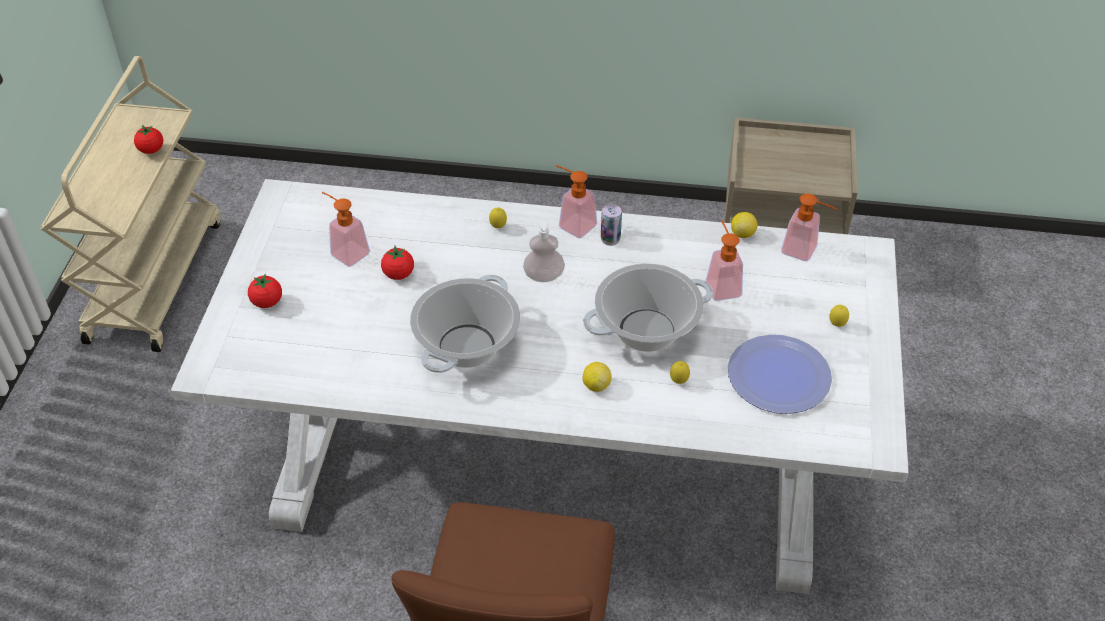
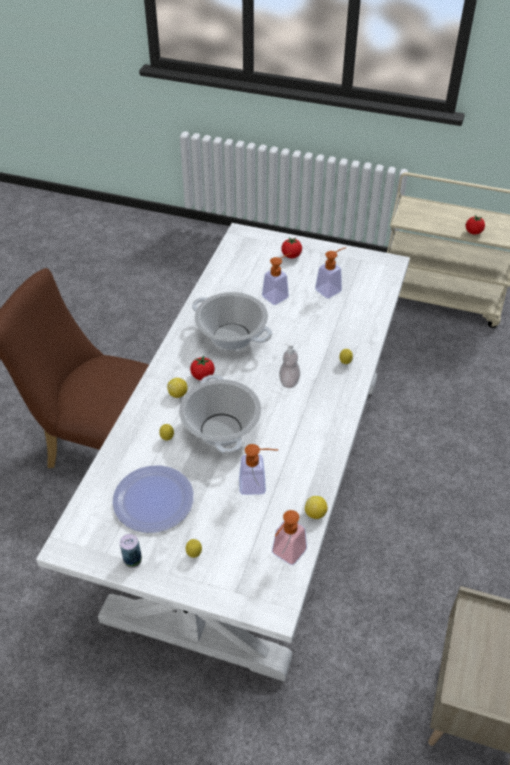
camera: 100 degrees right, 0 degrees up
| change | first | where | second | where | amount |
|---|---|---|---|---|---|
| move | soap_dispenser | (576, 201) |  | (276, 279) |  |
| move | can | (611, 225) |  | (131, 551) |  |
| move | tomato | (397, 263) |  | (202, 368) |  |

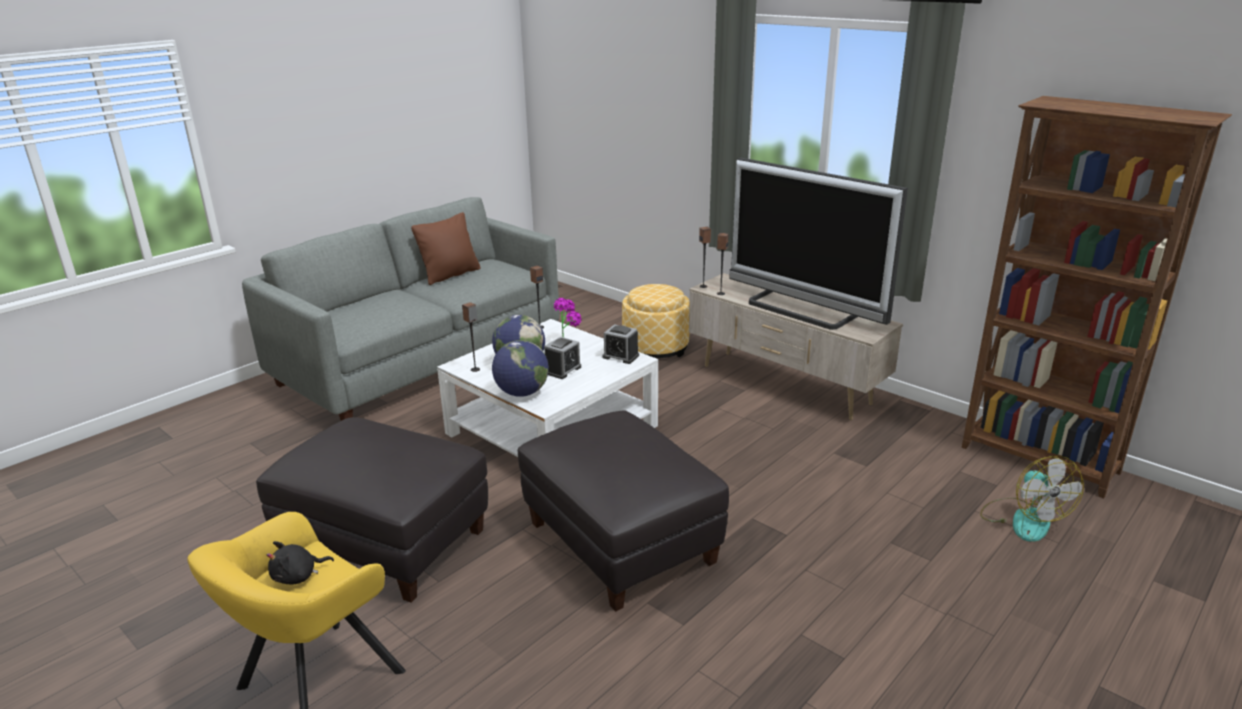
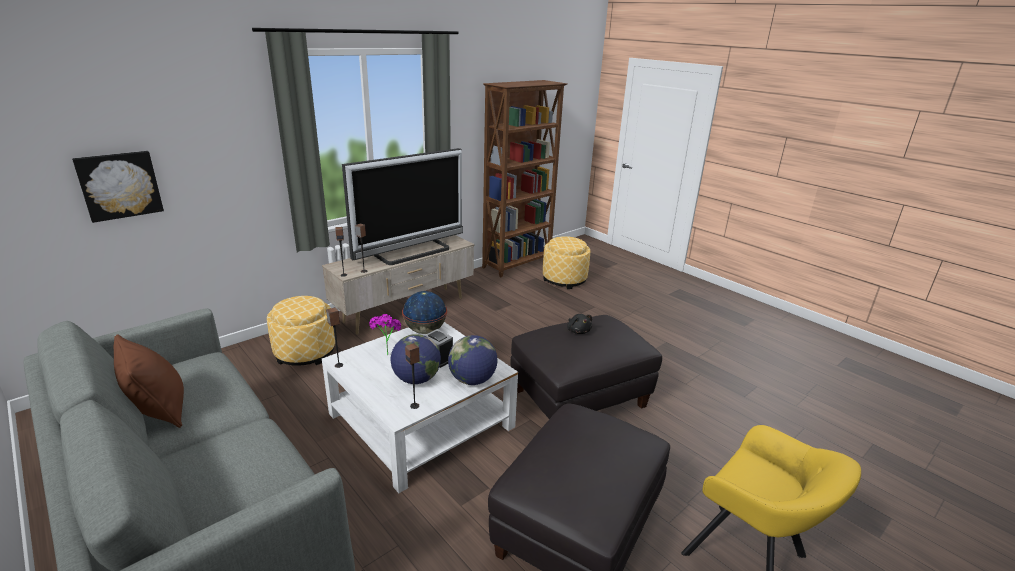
camera: 85 degrees left, 0 degrees up
| change | first | where | second | where | amount |
|---|---|---|---|---|---|
| replace | alarm_clock | (621, 344) | globe | (424, 312) |  |
| replace | fan | (1032, 499) | ottoman | (566, 262) |  |
| move | black_plush_toy | (300, 562) |  | (579, 324) |  |
| insert |  |  | picture | (118, 187) |  |

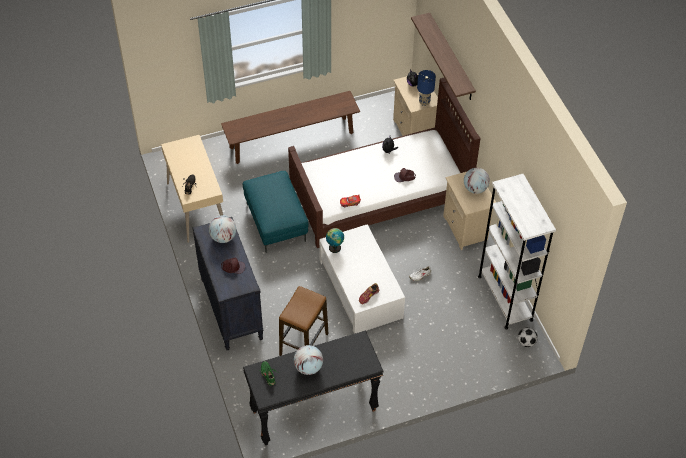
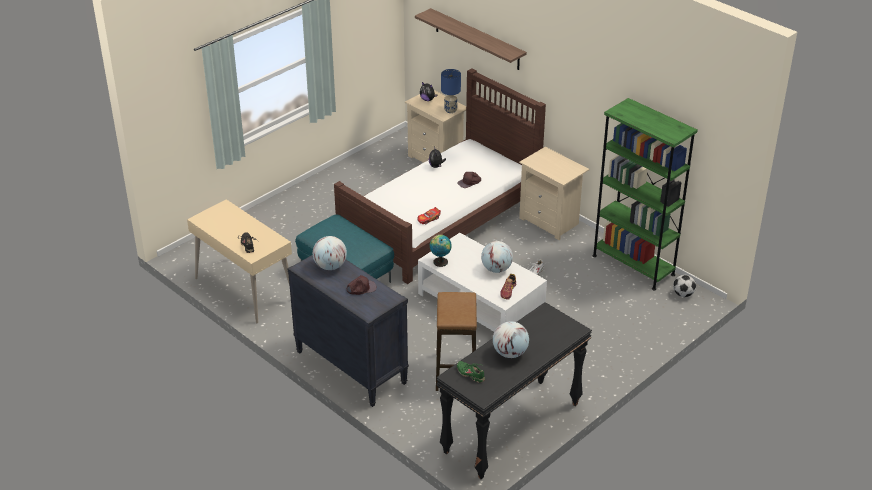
camera: 25 degrees left, 15 degrees down
| change | first | where | second | where | amount |
|---|---|---|---|---|---|
| delete | brown_bench | (290, 127) |  |  |  |
| move | globe | (477, 181) |  | (497, 257) |  |
| recolor | white_bookcase | (517, 251) | green_bookcase | (645, 194) |  |

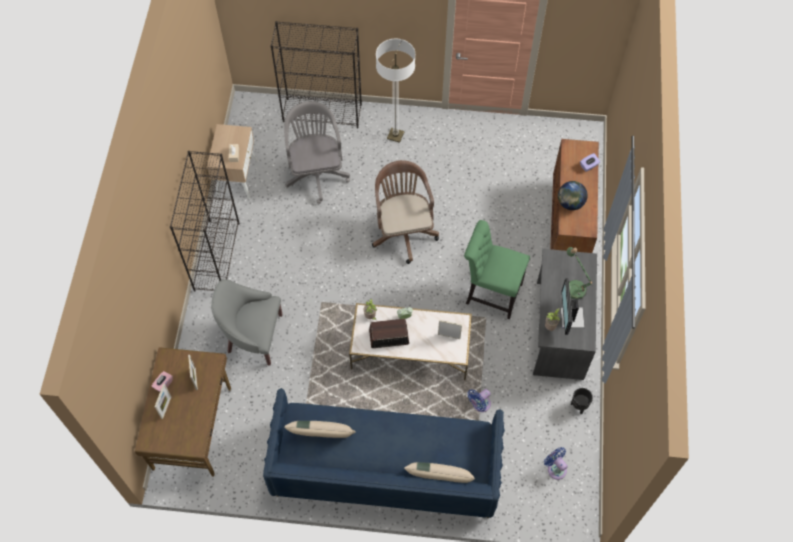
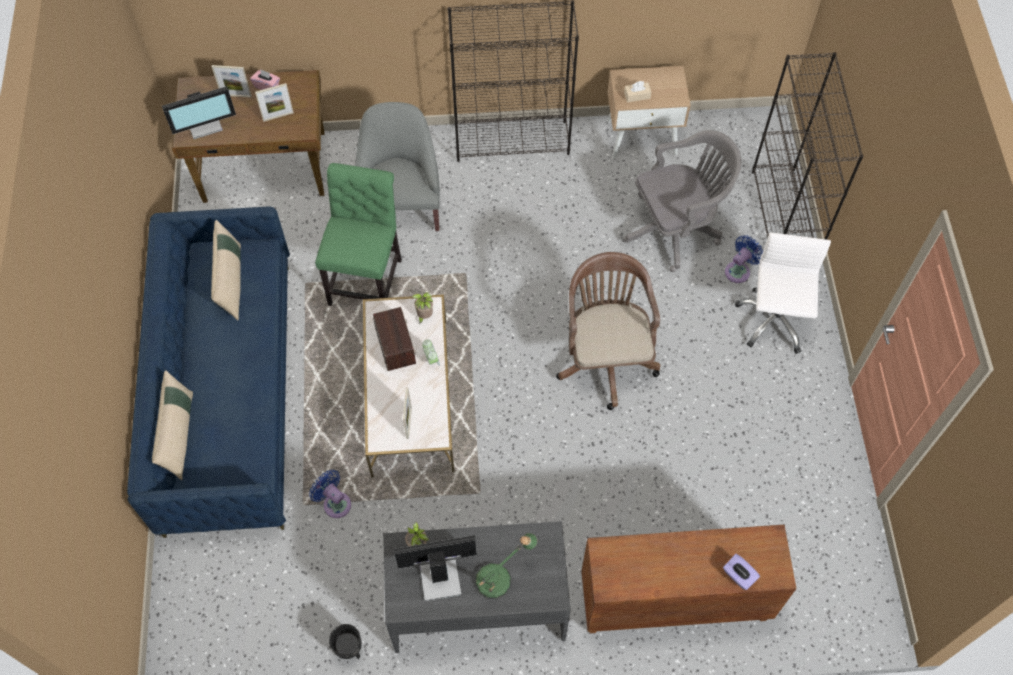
camera: 80 degrees right, 0 degrees up
| change | first | where | second | where | amount |
|---|---|---|---|---|---|
| replace | floor_lamp | (395, 91) | white_office_chair | (783, 293) |  |
| rotate | brown_office_chair | (405, 212) |  | (608, 331) | 75 degrees counterclockwise |
| delete | globe | (572, 195) |  |  |  |
| move | green_chair | (497, 269) |  | (358, 234) |  |
| move | blue_fan | (556, 463) |  | (744, 259) |  |
| insert |  |  | monitor | (199, 112) |  |

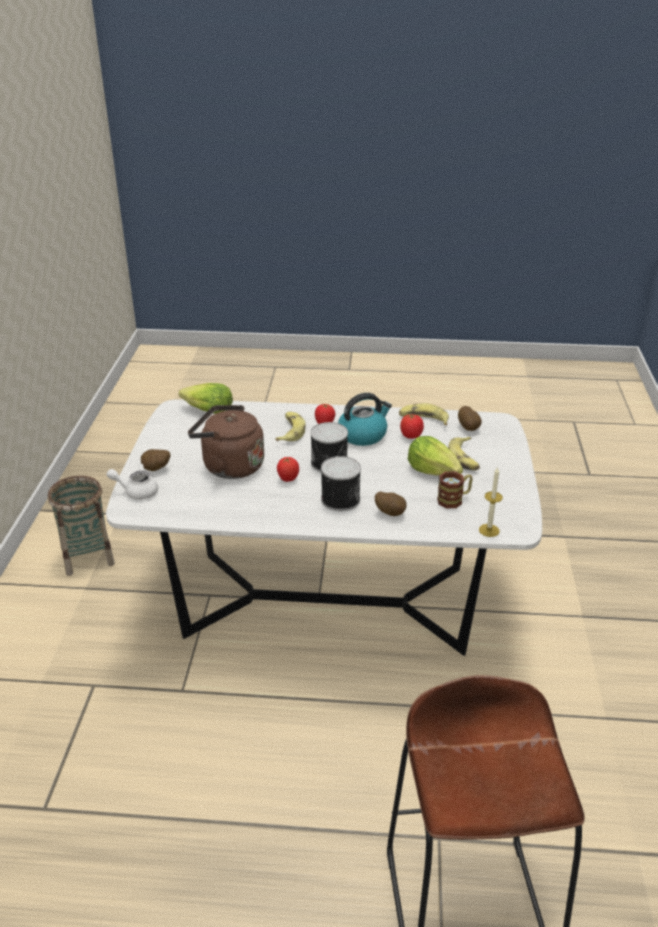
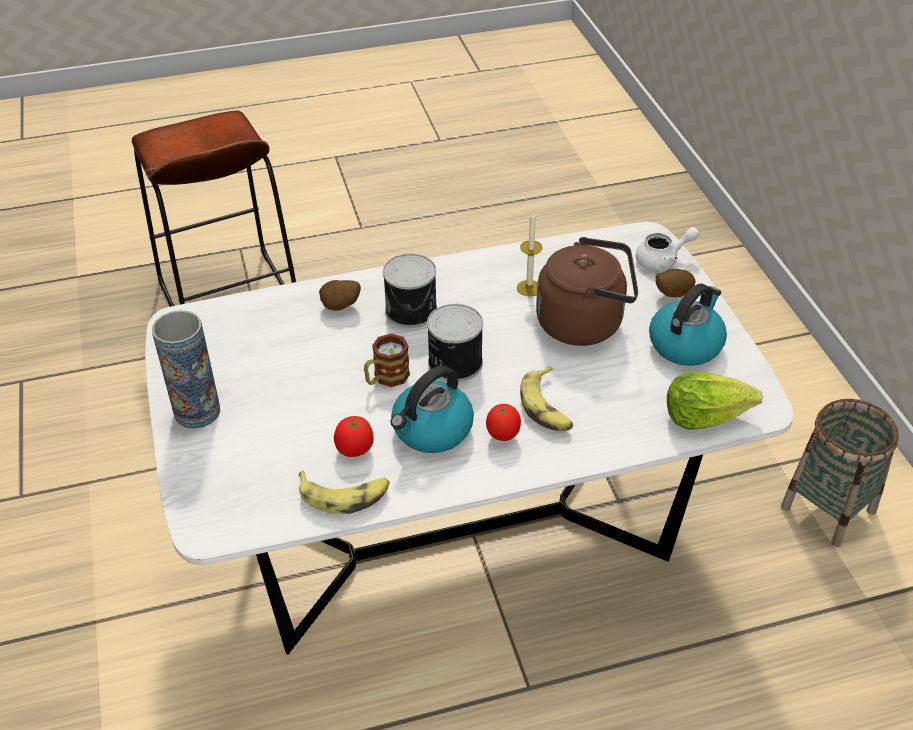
camera: 160 degrees right, 10 degrees up
| change | first | where | second | where | amount |
|---|---|---|---|---|---|
| delete | potato | (470, 418) |  |  |  |
| delete | lettuce | (435, 456) |  |  |  |
| delete | banana | (464, 453) |  |  |  |
| delete | tomato | (288, 469) |  |  |  |
| move | candle | (491, 502) |  | (530, 254) |  |
| move | mug | (455, 489) |  | (387, 360) |  |
| insert |  |  | kettle | (688, 324) |  |
| insert |  |  | vase | (186, 369) |  |

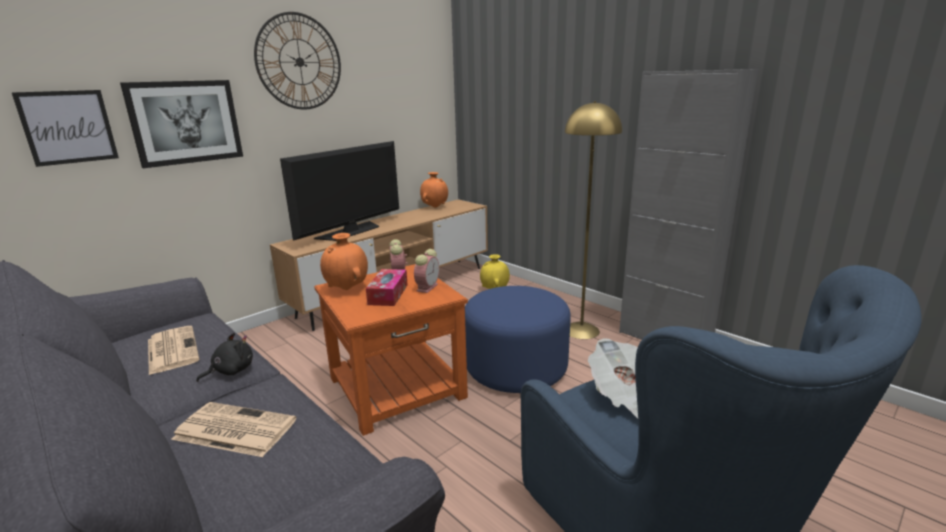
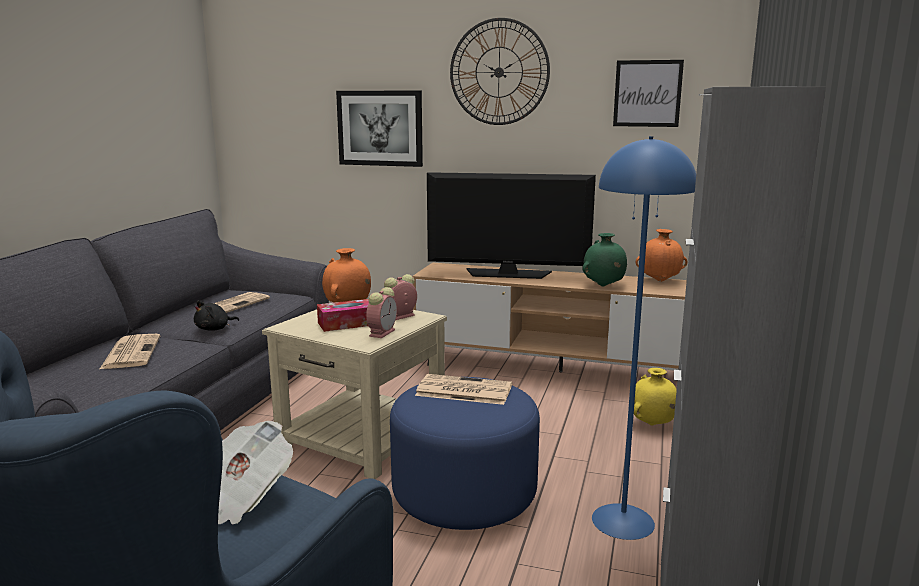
camera: 60 degrees right, 5 degrees down
| change | first | where | second | where | amount |
|---|---|---|---|---|---|
| move | picture | (65, 128) |  | (648, 93) |  |
| recolor | yellow_floor_lamp | (593, 220) | blue_floor_lamp | (644, 338) |  |
| rotate | alarm_clock | (426, 271) |  | (381, 312) | 60 degrees counterclockwise |
| recolor | orange_side_table | (391, 350) | beige_side_table | (354, 394) |  |
| rotate | black_plush_toy | (224, 357) |  | (216, 316) | 120 degrees clockwise |
| insert |  |  | green_vase | (605, 260) |  |
| insert |  |  | newspaper | (463, 389) |  |

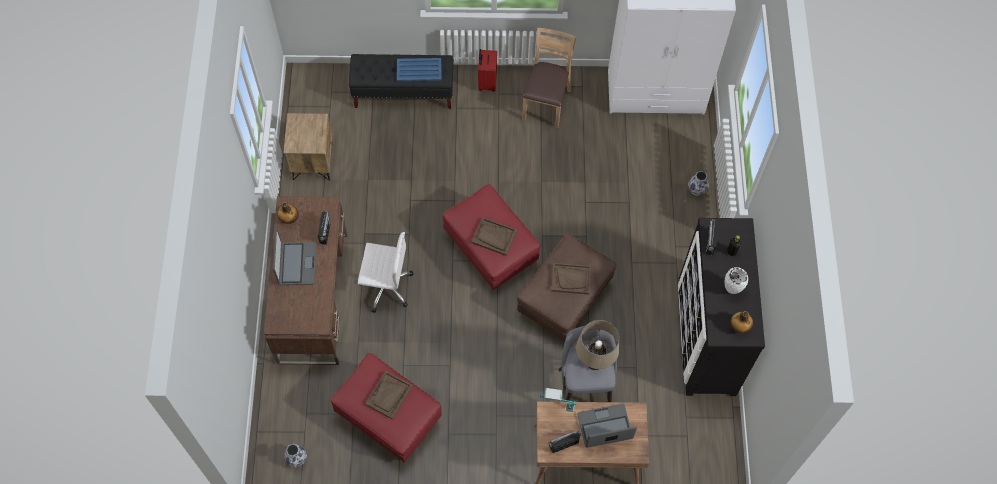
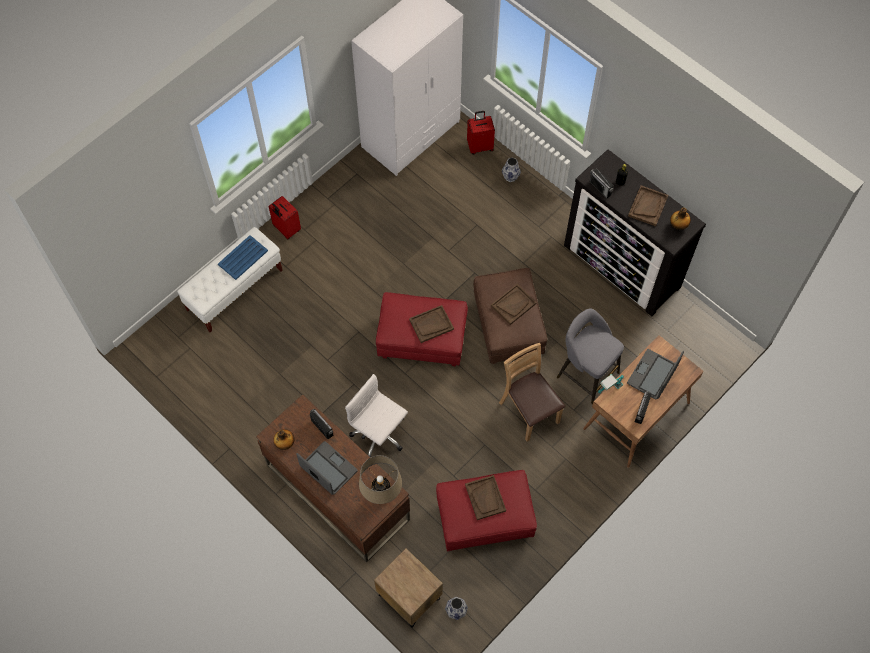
camera: 45 degrees left, 0 degrees up
| change | first | where | second | where | amount |
|---|---|---|---|---|---|
| move | brown_chair | (549, 78) |  | (532, 392) |  |
| recolor | black_bench | (401, 81) | white_bench | (230, 279) |  |
| move | brown_nightstand | (308, 146) |  | (408, 588) |  |
| rotate | white_office_chair | (385, 272) |  | (376, 415) | 105 degrees counterclockwise |
| replace | white_vase | (736, 280) | brown_tray | (648, 205) |  |
| move | beige_table_lamp | (597, 345) |  | (380, 479) |  |
| insert |  |  | red_suitcase | (481, 132) |  |

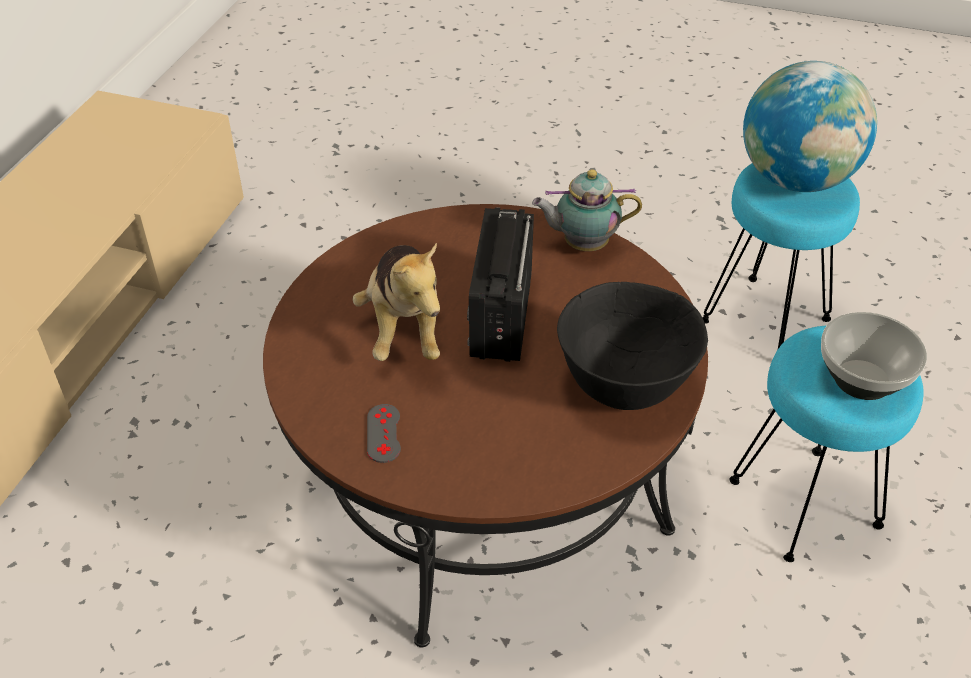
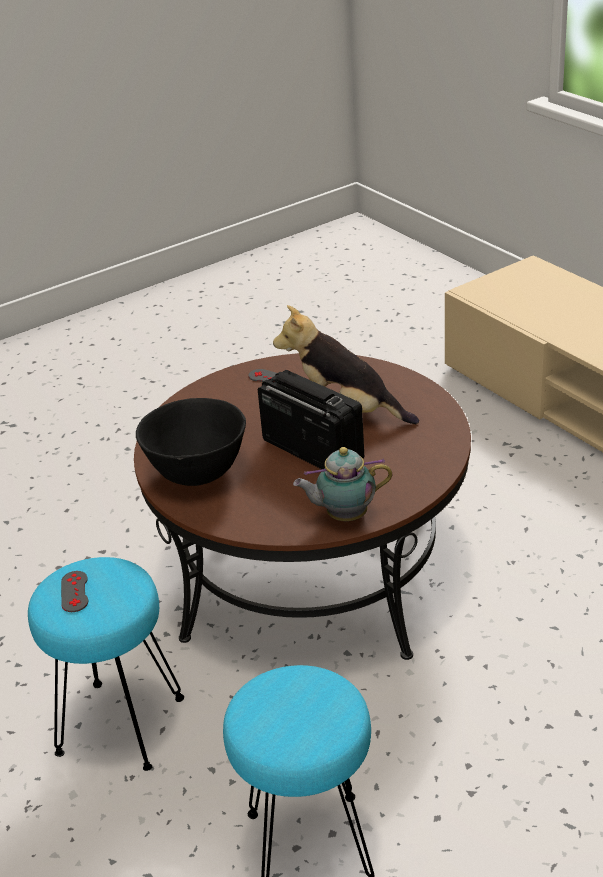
camera: 130 degrees right, 10 degrees down
| change | first | where | second | where | amount |
|---|---|---|---|---|---|
| delete | globe | (810, 126) |  |  |  |
| rotate | teapot | (587, 210) |  | (342, 484) | 135 degrees counterclockwise |
| replace | bowl | (874, 356) | grey_game_controller | (75, 591) |  |

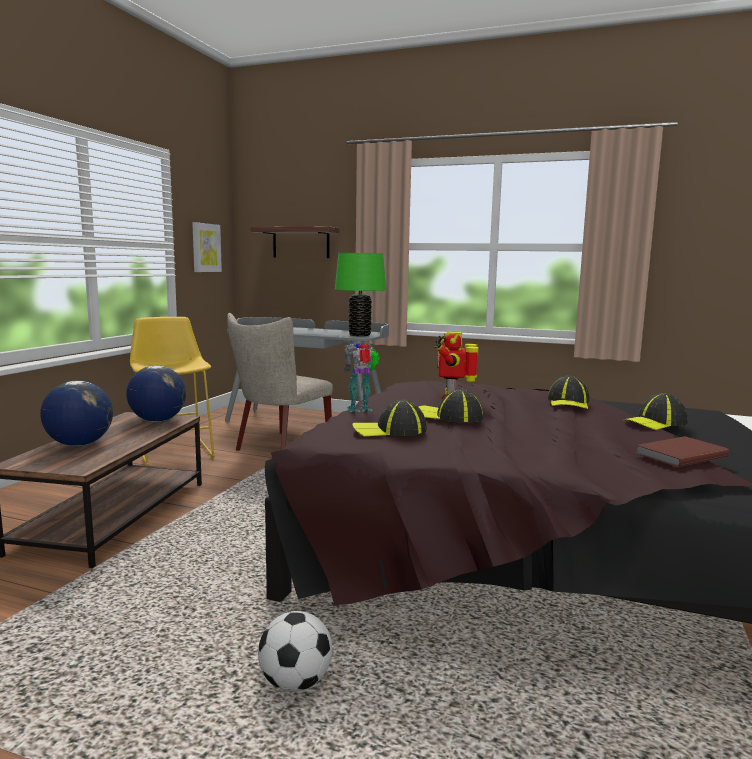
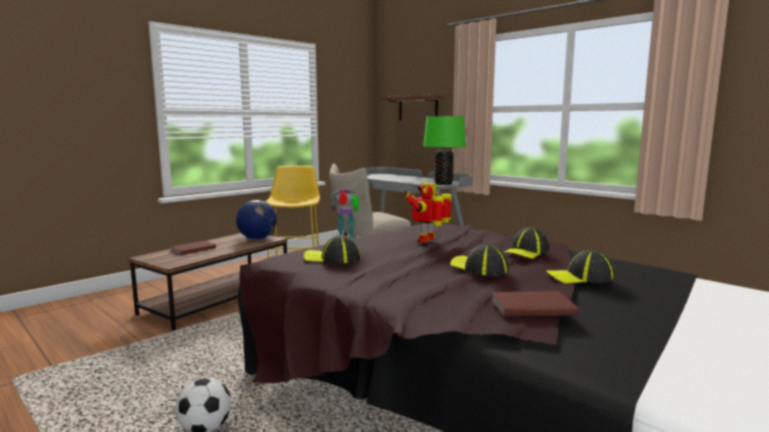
camera: 25 degrees right, 0 degrees up
| change | first | where | second | where | amount |
|---|---|---|---|---|---|
| delete | picture | (207, 247) |  |  |  |
| replace | globe | (76, 413) | brown_book | (193, 248) |  |
| move | cap | (451, 406) |  | (479, 260) |  |

